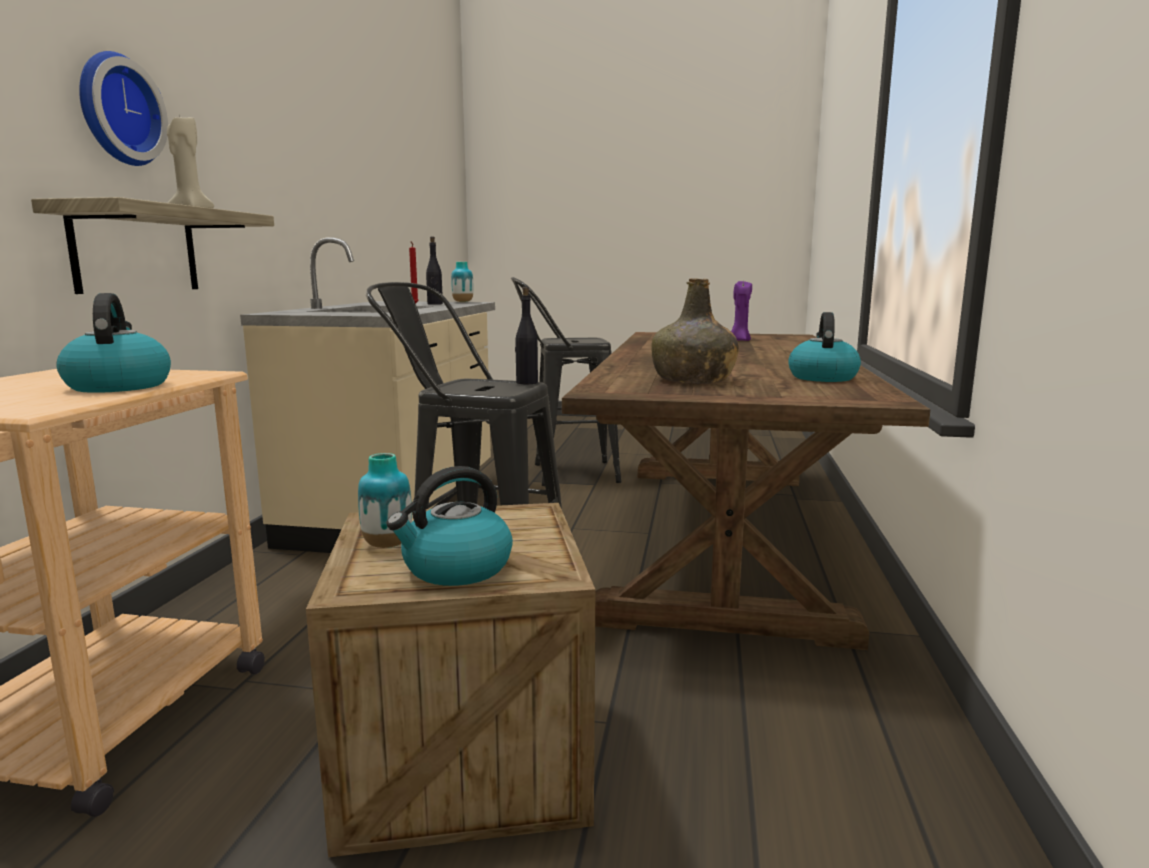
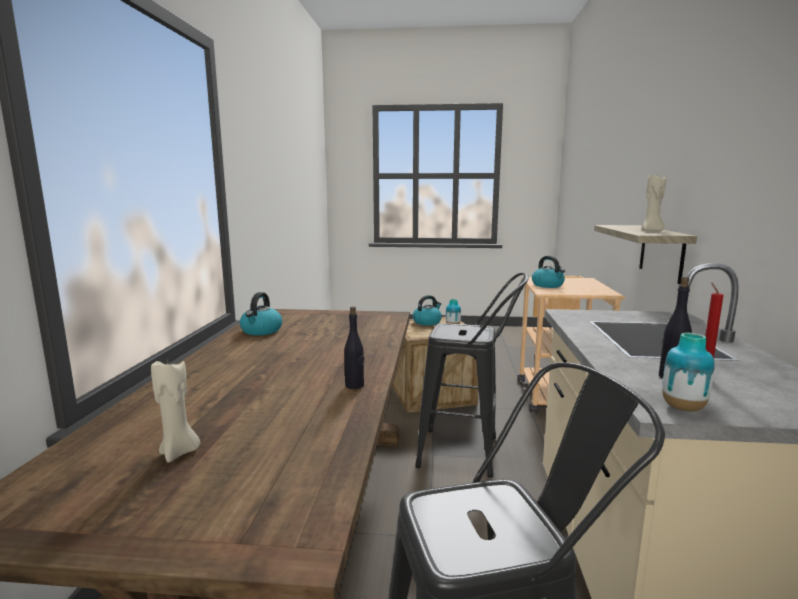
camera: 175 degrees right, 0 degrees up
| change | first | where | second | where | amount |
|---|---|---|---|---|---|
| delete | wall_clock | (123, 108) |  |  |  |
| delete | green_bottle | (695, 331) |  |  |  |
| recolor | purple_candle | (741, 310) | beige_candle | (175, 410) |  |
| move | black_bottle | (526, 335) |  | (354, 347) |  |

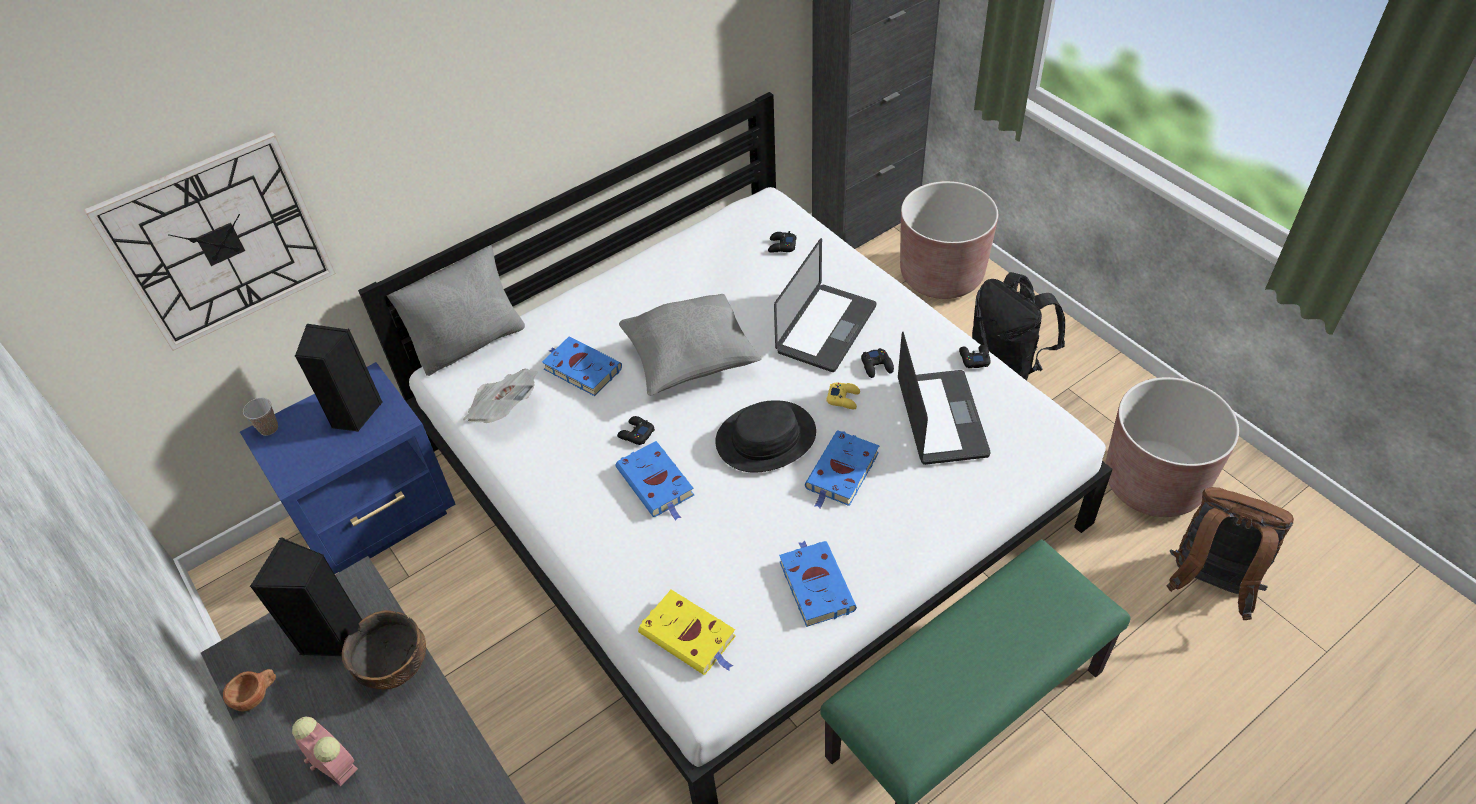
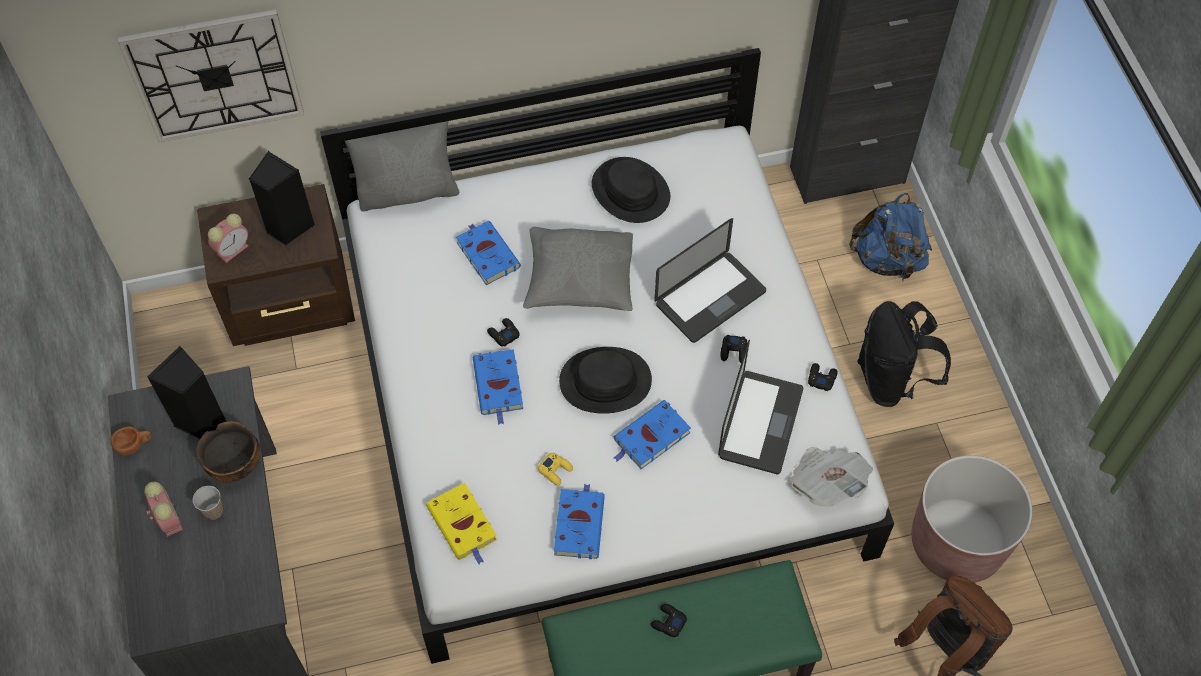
camera: 20 degrees right, 10 degrees up
| change | first | where | second | where | amount |
|---|---|---|---|---|---|
| replace | brown_planter | (949, 240) | blue_backpack | (890, 237) |  |
| move | black_game_controller | (782, 241) |  | (668, 620) |  |
| recolor | blue_nightstand | (347, 468) | brown_nightstand | (276, 265) |  |
| move | newspaper | (500, 396) |  | (830, 477) |  |
| move | yellow_game_controller | (843, 396) |  | (555, 469) |  |
| move | cup | (260, 417) |  | (208, 503) |  |
| insert |  |  | black_hat | (631, 190) |  |
| insert |  |  | alarm_clock | (228, 238) |  |

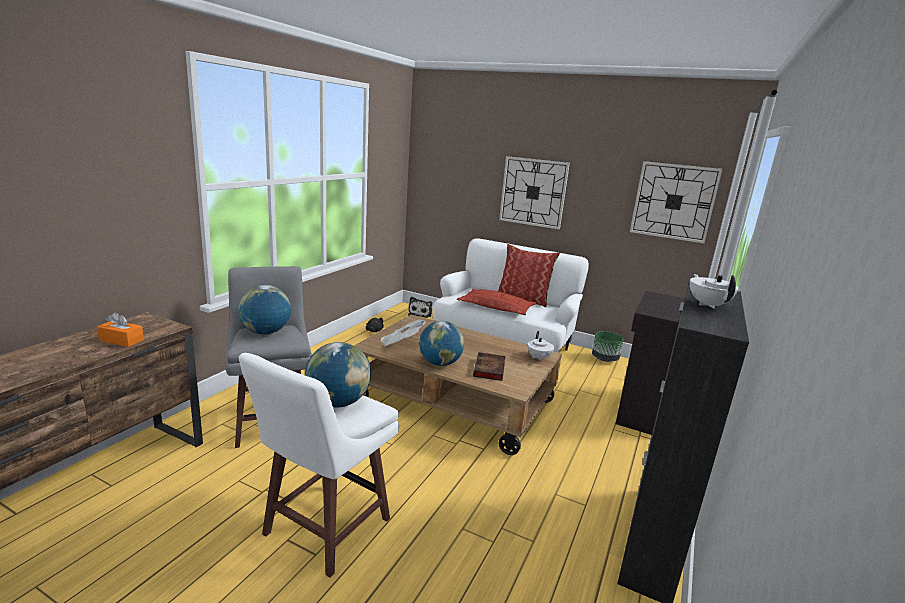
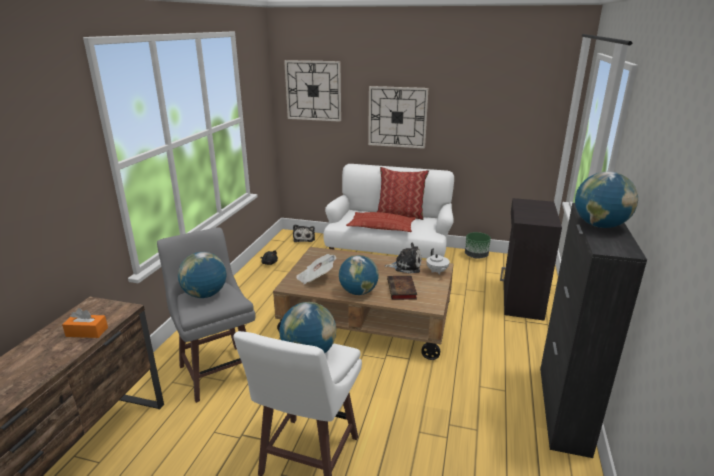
camera: 10 degrees left, 5 degrees up
| change | first | where | second | where | amount |
|---|---|---|---|---|---|
| move | wall_clock | (676, 202) |  | (312, 91) |  |
| replace | white_teapot | (714, 291) | globe | (606, 200) |  |
| insert |  |  | plush_toy | (403, 258) |  |

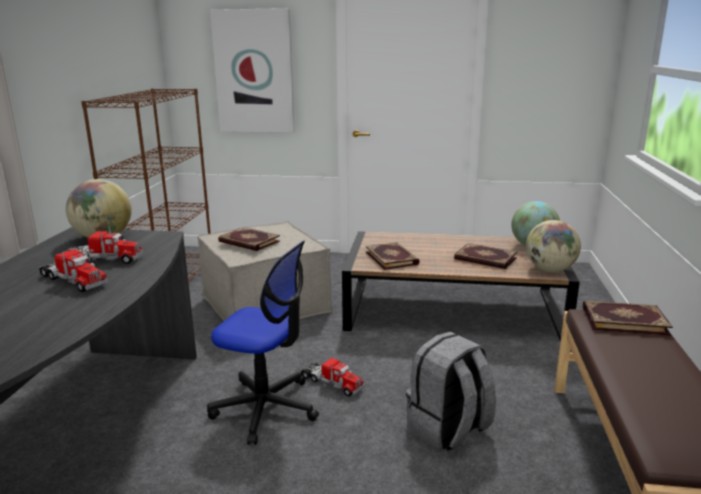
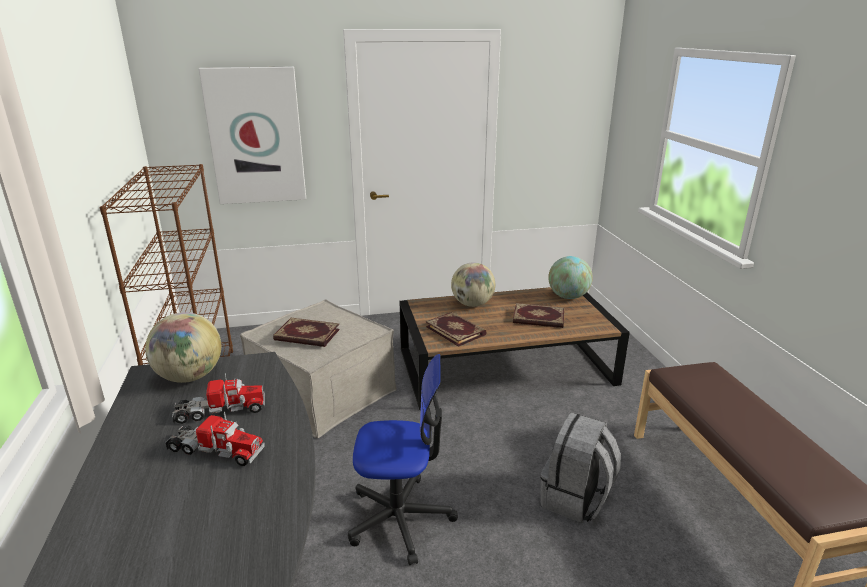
camera: 20 degrees left, 5 degrees up
| change | first | where | second | where | amount |
|---|---|---|---|---|---|
| move | globe | (553, 246) |  | (473, 284) |  |
| delete | book | (628, 318) |  |  |  |
| delete | toy_truck | (332, 377) |  |  |  |

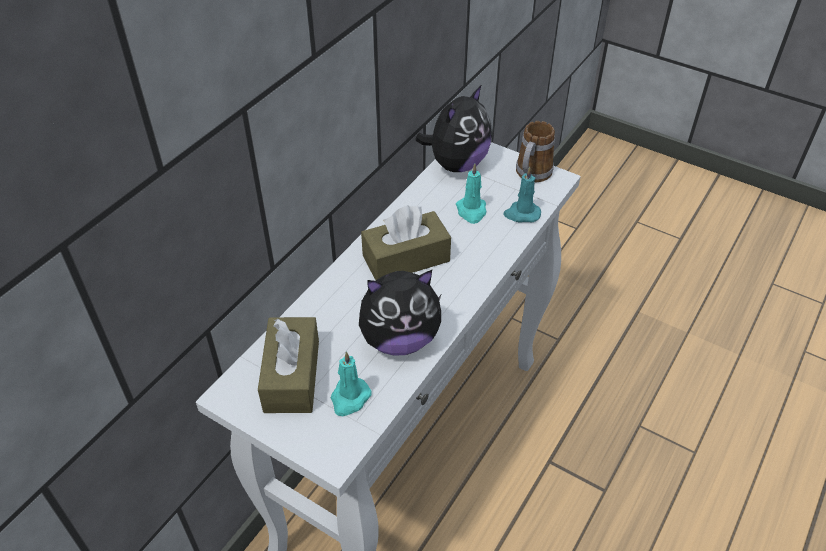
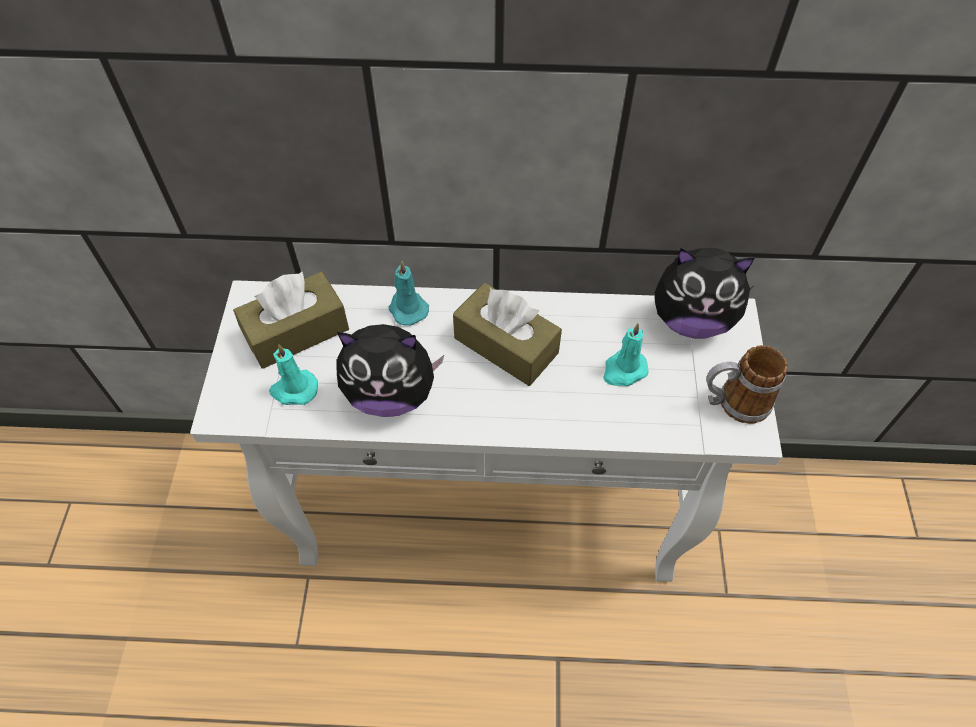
camera: 60 degrees right, 10 degrees up
| change | first | where | second | where | amount |
|---|---|---|---|---|---|
| move | turquoise_candle | (522, 195) |  | (408, 293) |  |
| rotate | plush_toy | (400, 313) |  | (390, 370) | 45 degrees counterclockwise |

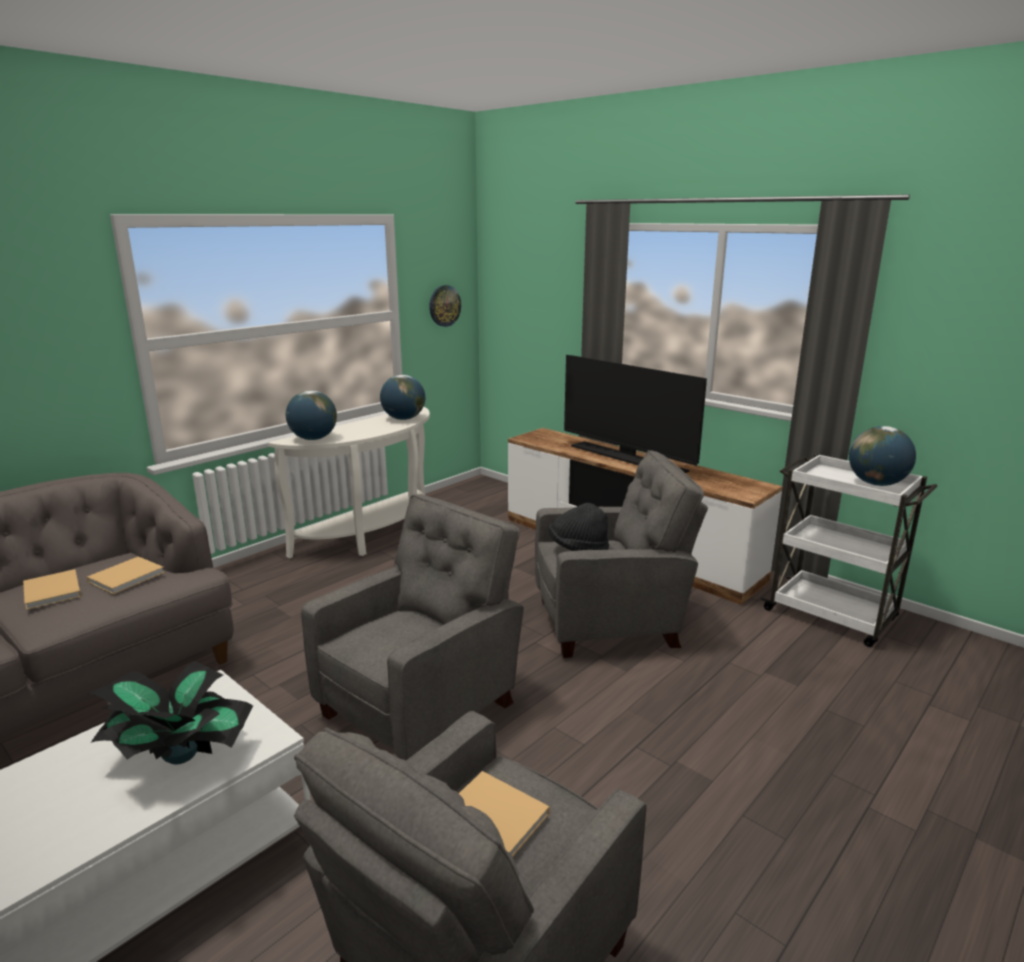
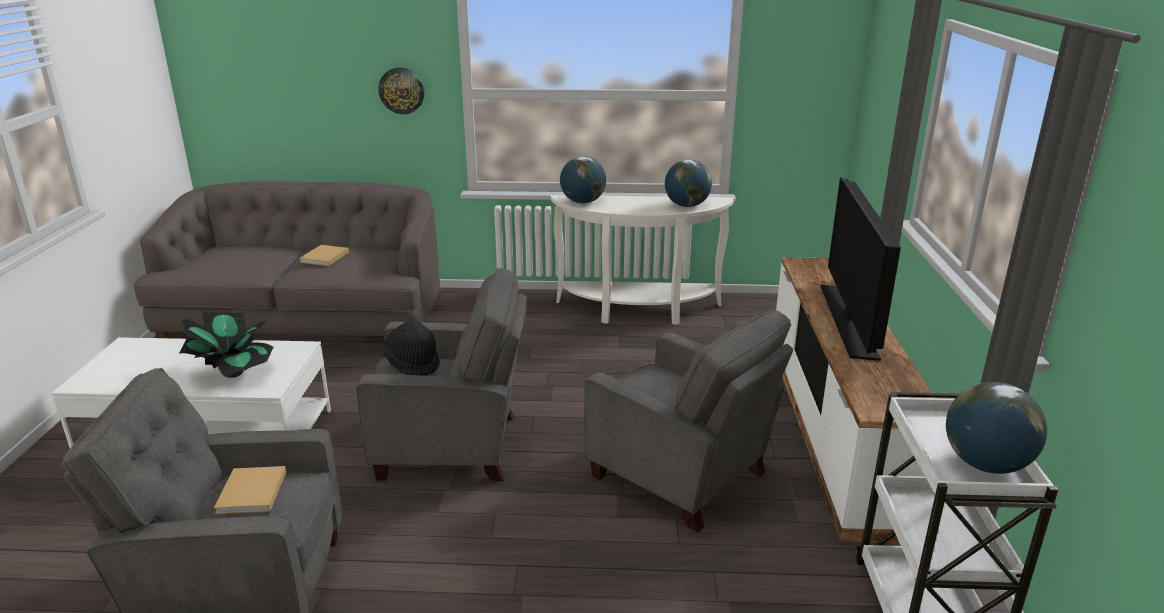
camera: 50 degrees right, 5 degrees up
| change | first | where | second | where | amount |
|---|---|---|---|---|---|
| move | wall_clock | (445, 306) |  | (401, 91) |  |
| move | black_hat | (578, 527) |  | (411, 348) |  |
| delete | beige_book | (126, 575) |  |  |  |

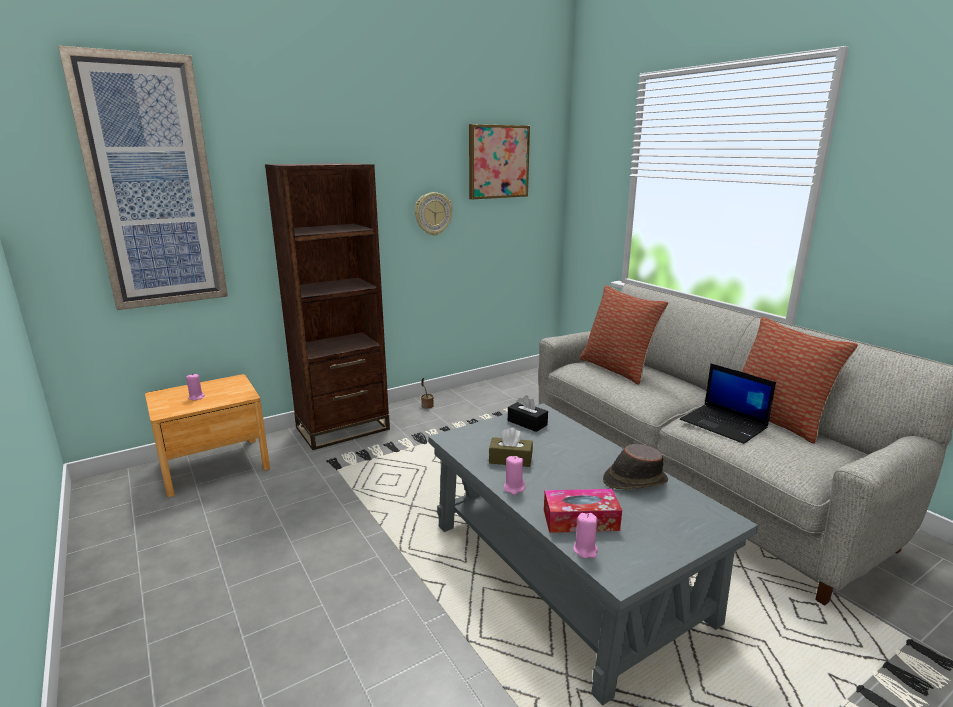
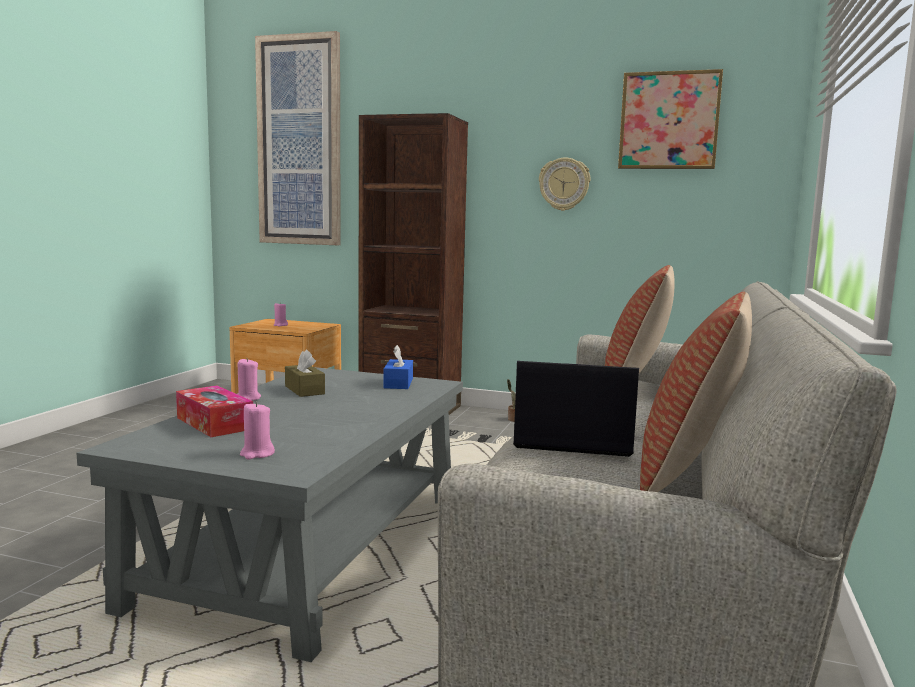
camera: 50 degrees right, 10 degrees down
| change | first | where | second | where | amount |
|---|---|---|---|---|---|
| rotate | laptop | (728, 404) |  | (576, 409) | 90 degrees clockwise |
| recolor | black_tissue_box | (528, 413) | blue_tissue_box | (398, 367) |  |
| delete | brown_hat | (635, 467) |  |  |  |
| move | pink_candle | (585, 535) |  | (257, 430) |  |

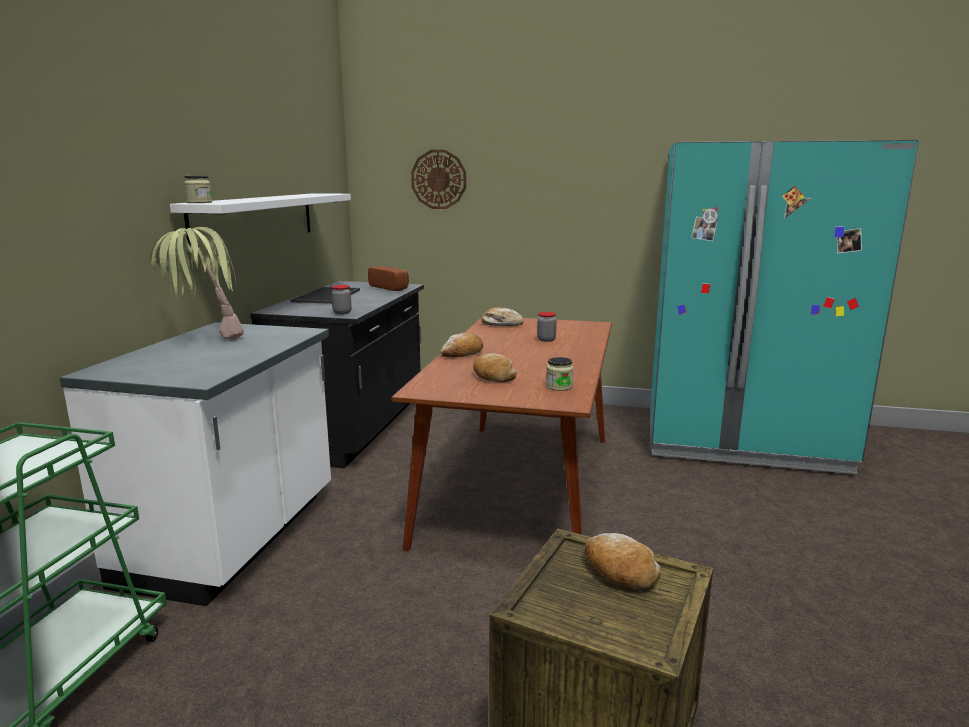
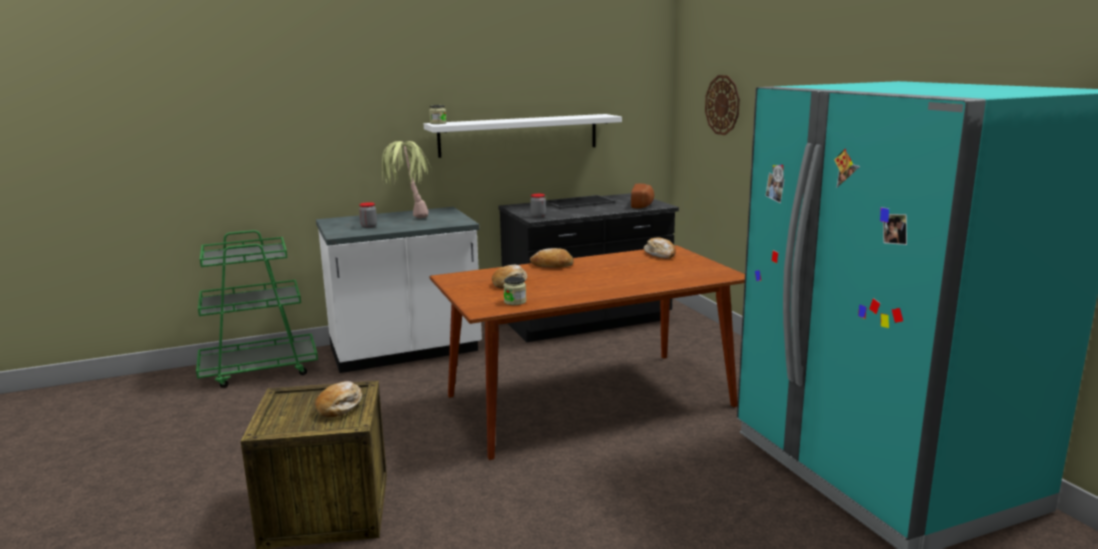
camera: 55 degrees right, 0 degrees up
| change | first | where | second | where | amount |
|---|---|---|---|---|---|
| move | jar | (547, 327) |  | (368, 215) |  |

